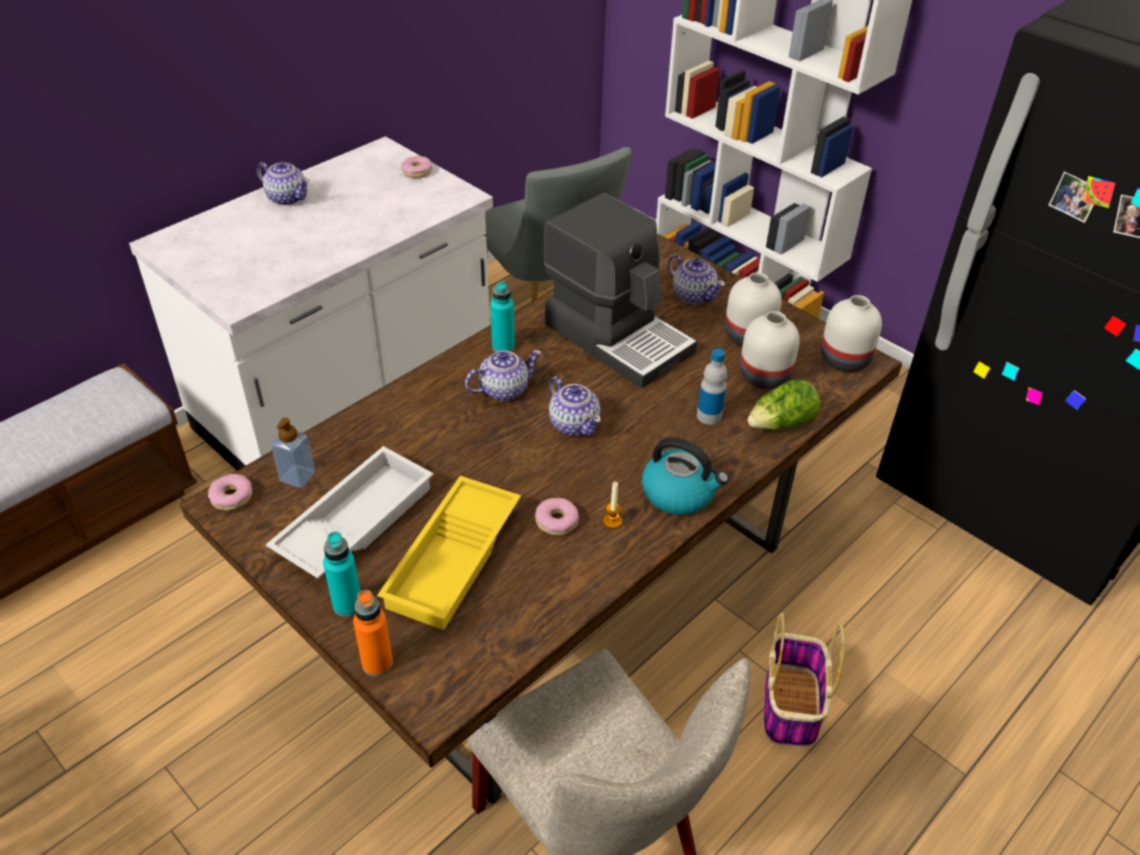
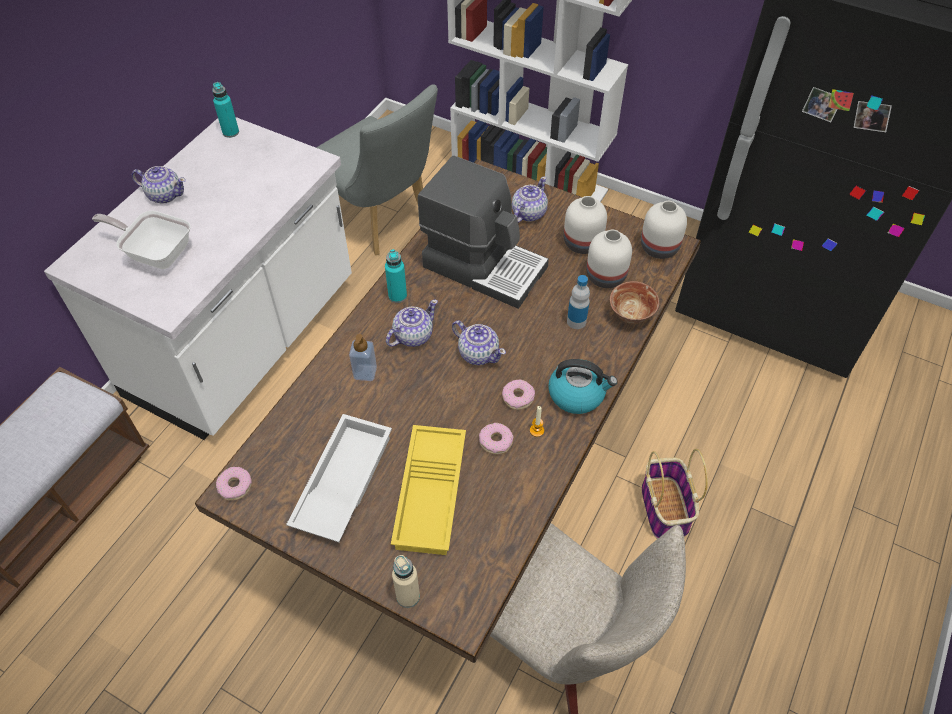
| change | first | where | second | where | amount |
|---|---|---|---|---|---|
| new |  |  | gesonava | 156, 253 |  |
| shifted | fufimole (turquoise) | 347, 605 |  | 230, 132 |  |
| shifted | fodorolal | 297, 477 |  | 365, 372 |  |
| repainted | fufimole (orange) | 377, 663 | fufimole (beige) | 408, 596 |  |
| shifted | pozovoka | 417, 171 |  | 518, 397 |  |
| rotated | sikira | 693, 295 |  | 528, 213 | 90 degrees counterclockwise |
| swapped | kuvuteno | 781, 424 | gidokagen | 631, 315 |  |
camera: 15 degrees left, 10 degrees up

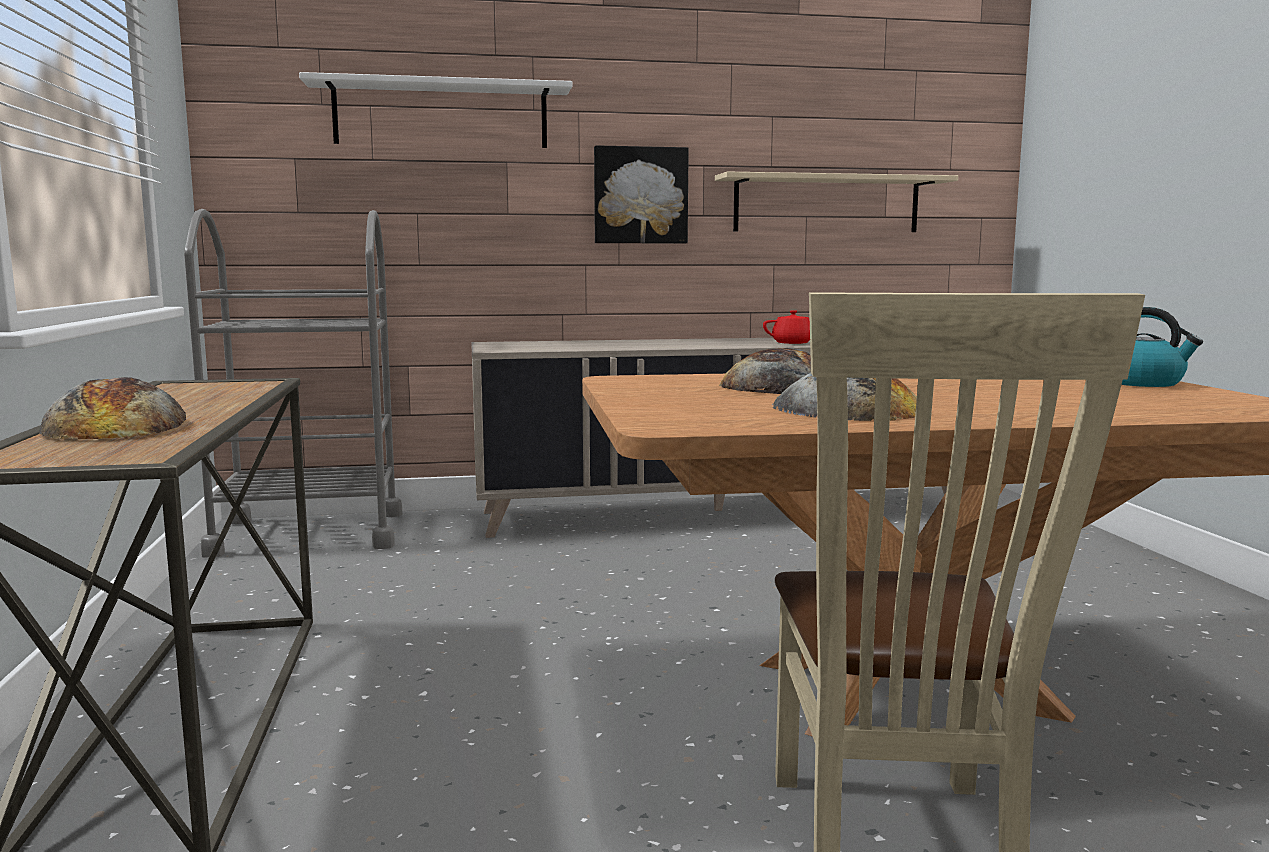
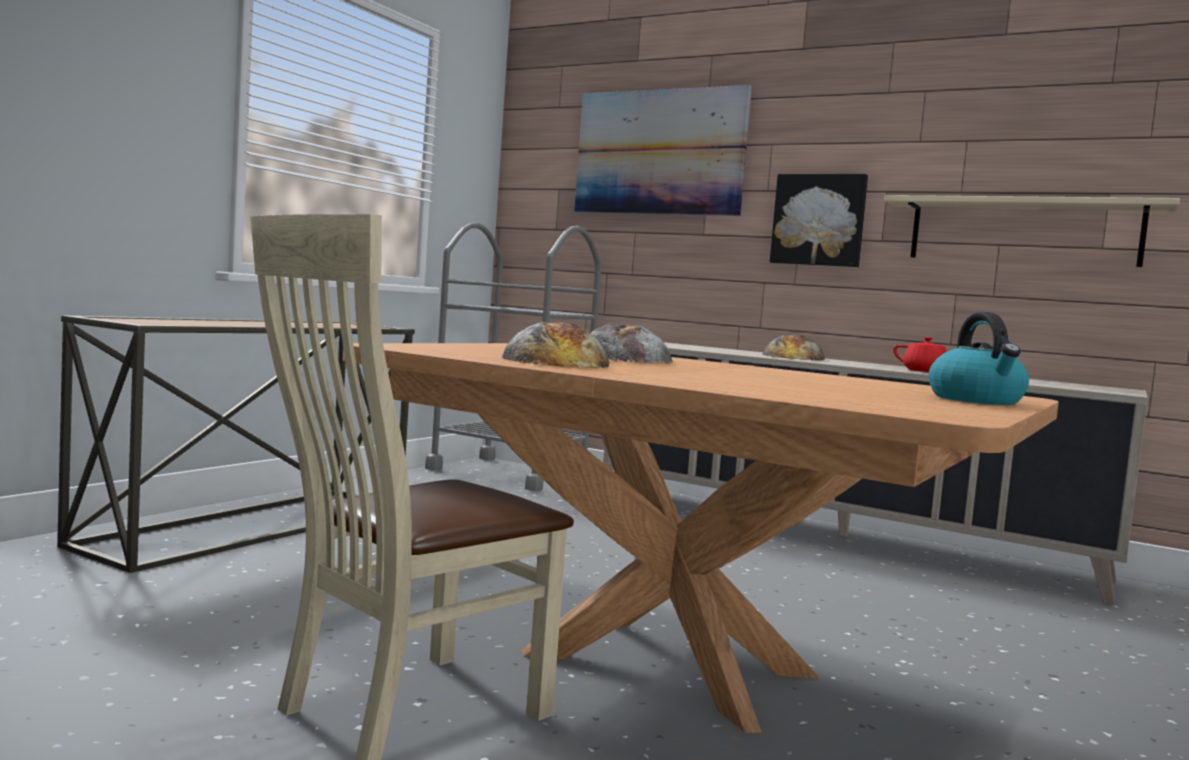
| change | first | where | second | where | amount |
|---|---|---|---|---|---|
| swapped | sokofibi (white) | 441, 115 | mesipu | 660, 153 |  |
| shifted | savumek | 116, 425 |  | 793, 357 |  |
camera: 40 degrees right, 5 degrees down

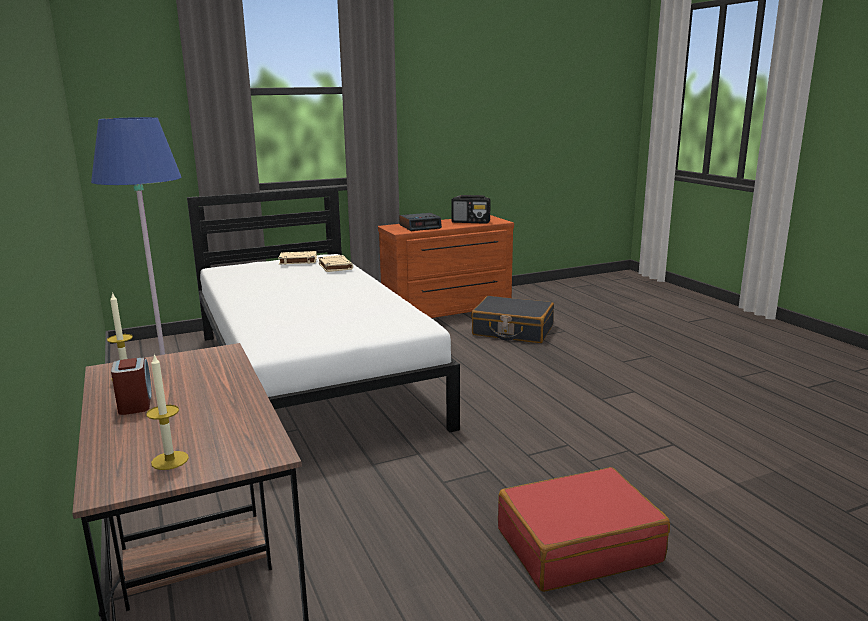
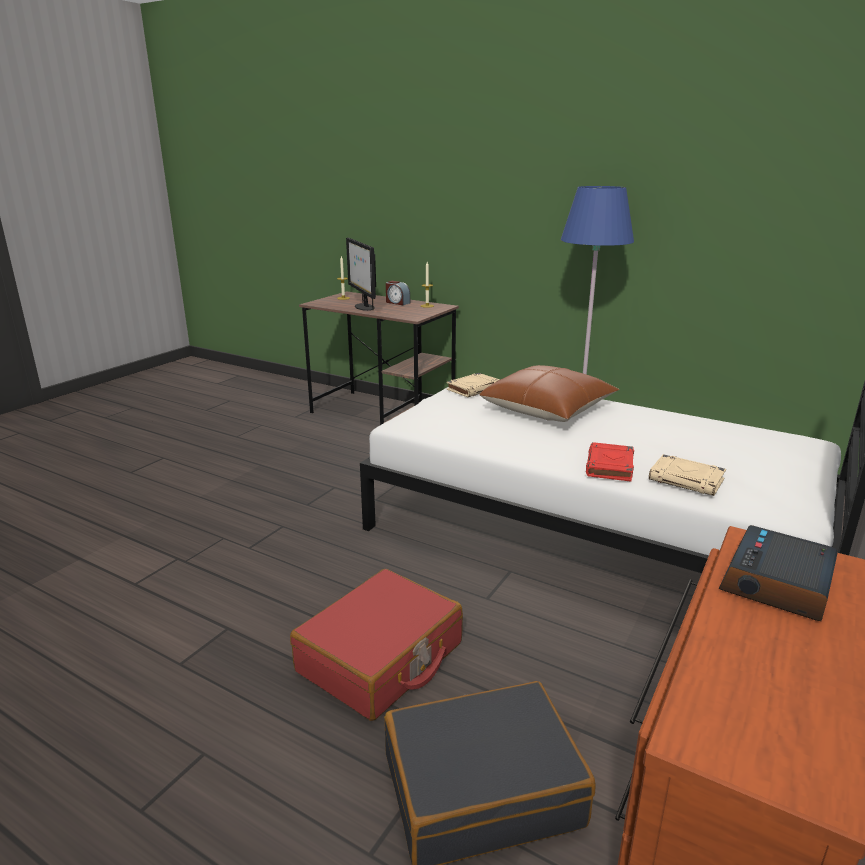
| change | first | where | second | where | amount |
|---|---|---|---|---|---|
| shifted | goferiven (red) | 578, 545 |  | 381, 658 |  |
| new |  |  | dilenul | 364, 307 |  |
| shifted | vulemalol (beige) | 297, 261 |  | 474, 388 |  |
| new |  |  | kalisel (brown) | 548, 409 |  |
| new |  |  | vulemalol (red) | 610, 466 |  |
| gone | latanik | 471, 222 |  |  |  |
camera: 145 degrees right, 5 degrees up

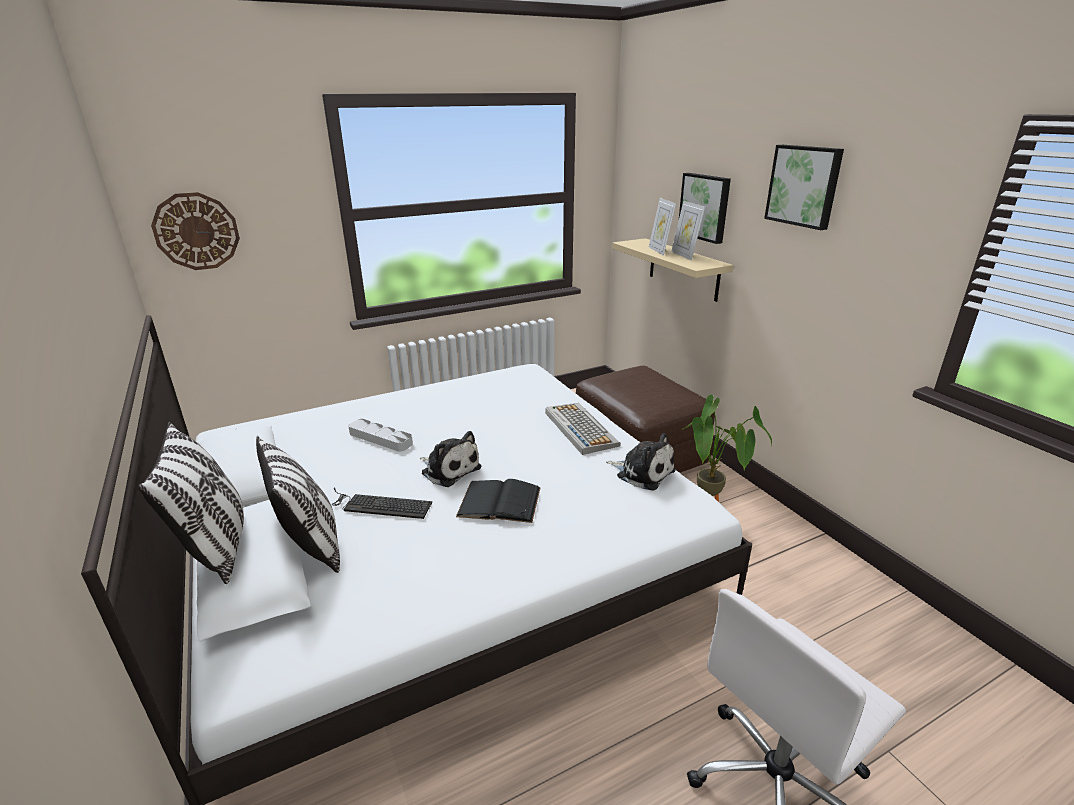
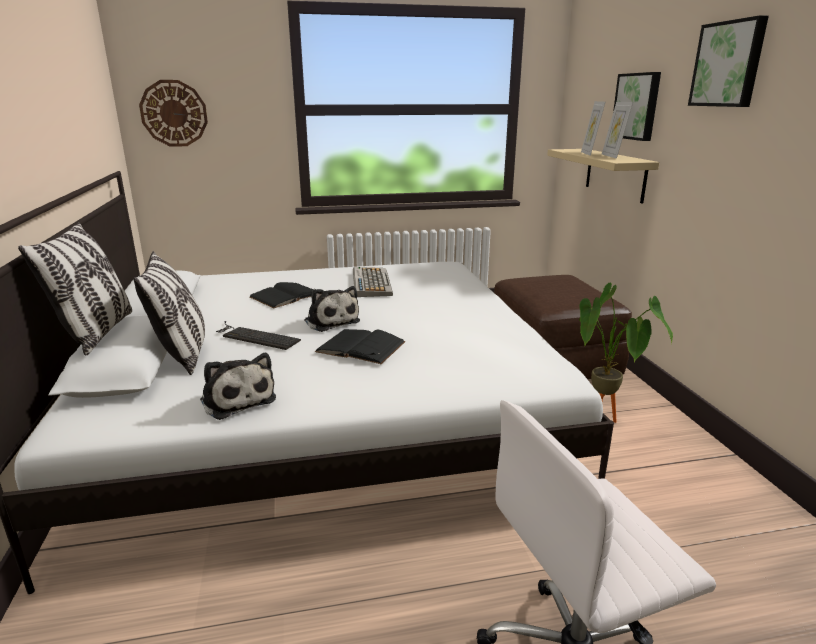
| change | first | where | second | where | amount |
|---|---|---|---|---|---|
| shifted | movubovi | 642, 472 |  | 237, 399 |  |
| swapped | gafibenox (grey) | 380, 438 | vulemalol (black) | 286, 295 |  |
| shifted | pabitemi | 579, 428 |  | 371, 283 |  |
camera: 15 degrees right, 5 degrees down

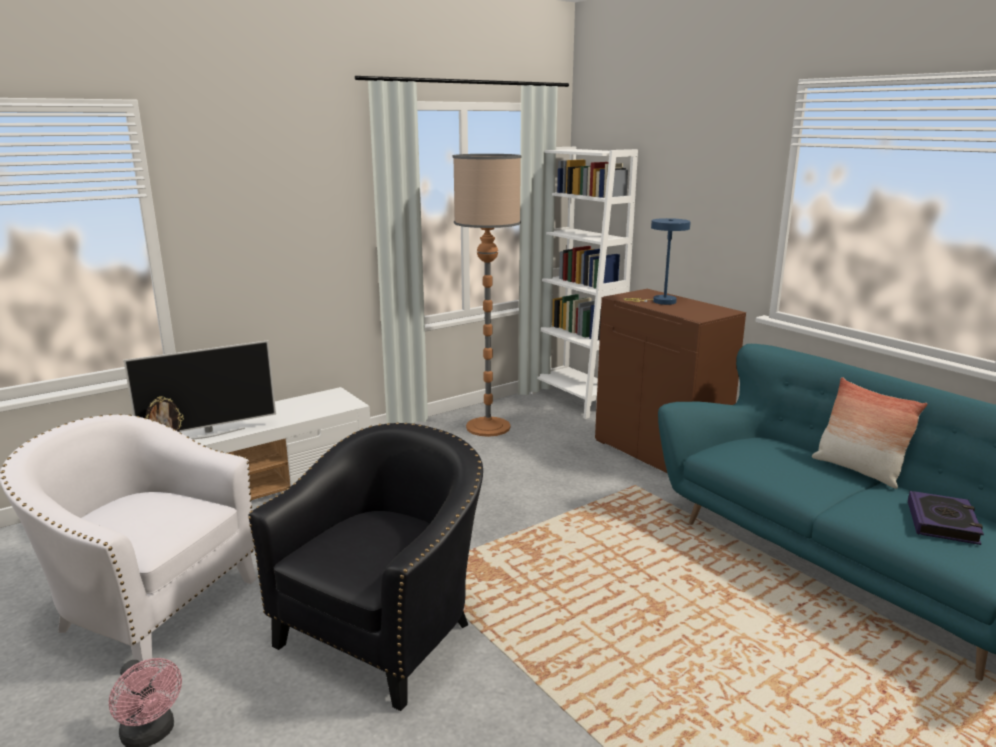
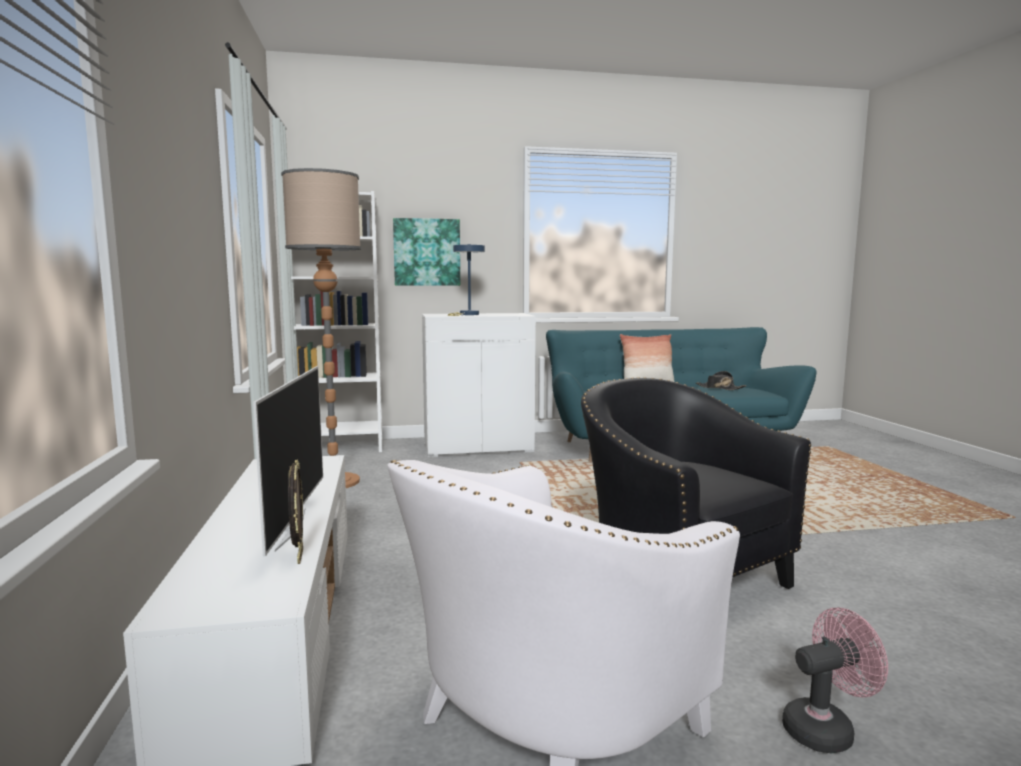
| change | first | where | second | where | amount |
|---|---|---|---|---|---|
| new |  |  | mesipu | 427, 252 |  |
| repainted | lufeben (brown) | 660, 453 | lufeben (white) | 478, 447 |  |
| swapped | vulemalol | 942, 523 | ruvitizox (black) | 719, 388 |  |
camera: 65 degrees left, 10 degrees down

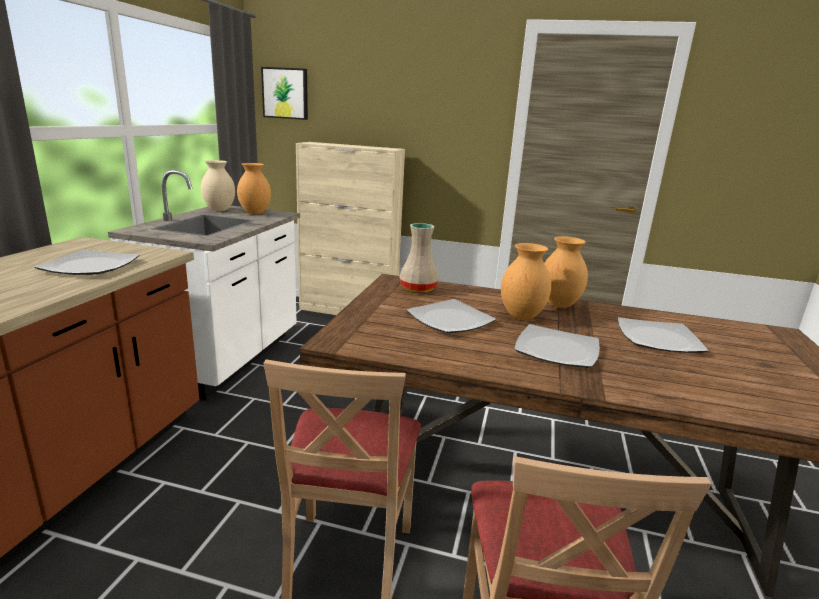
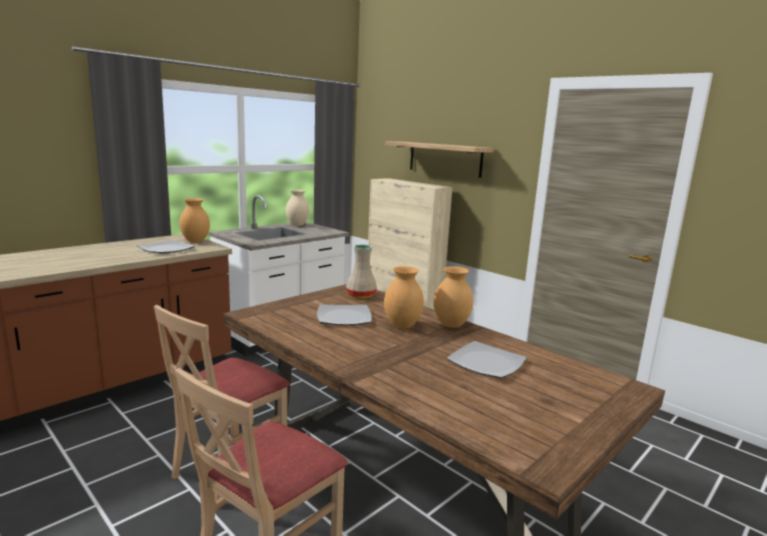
| change | first | where | second | where | amount |
|---|---|---|---|---|---|
| shifted | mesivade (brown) | 255, 213 |  | 195, 241 |  |
| new |  |  | sokofibi | 445, 159 |  |
| gone | mesipu | 285, 93 |  |  |  |
| gone | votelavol | 556, 349 |  |  |  |
camera: 30 degrees right, 5 degrees down

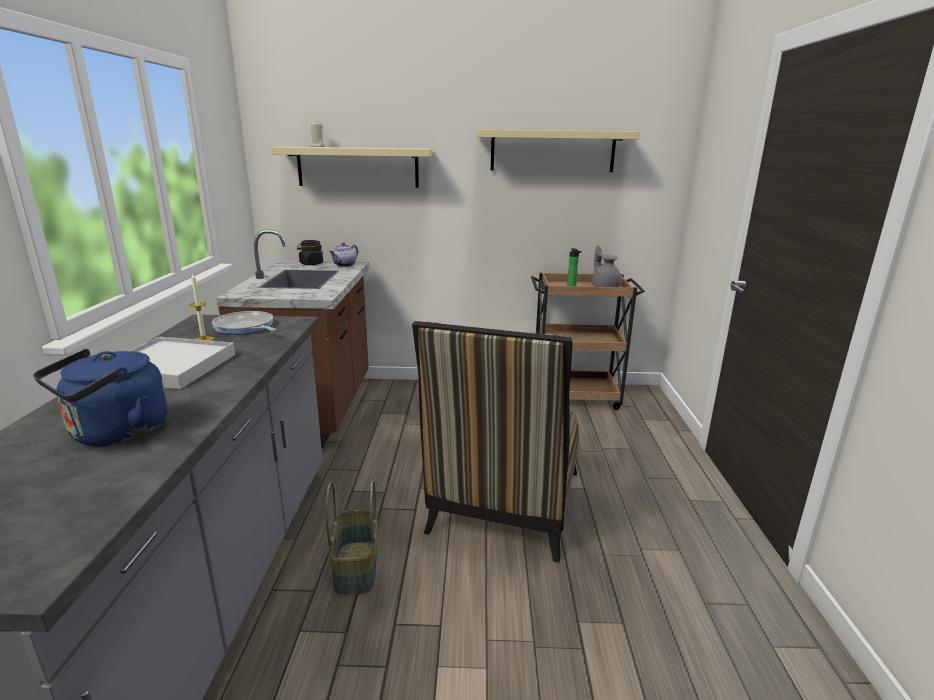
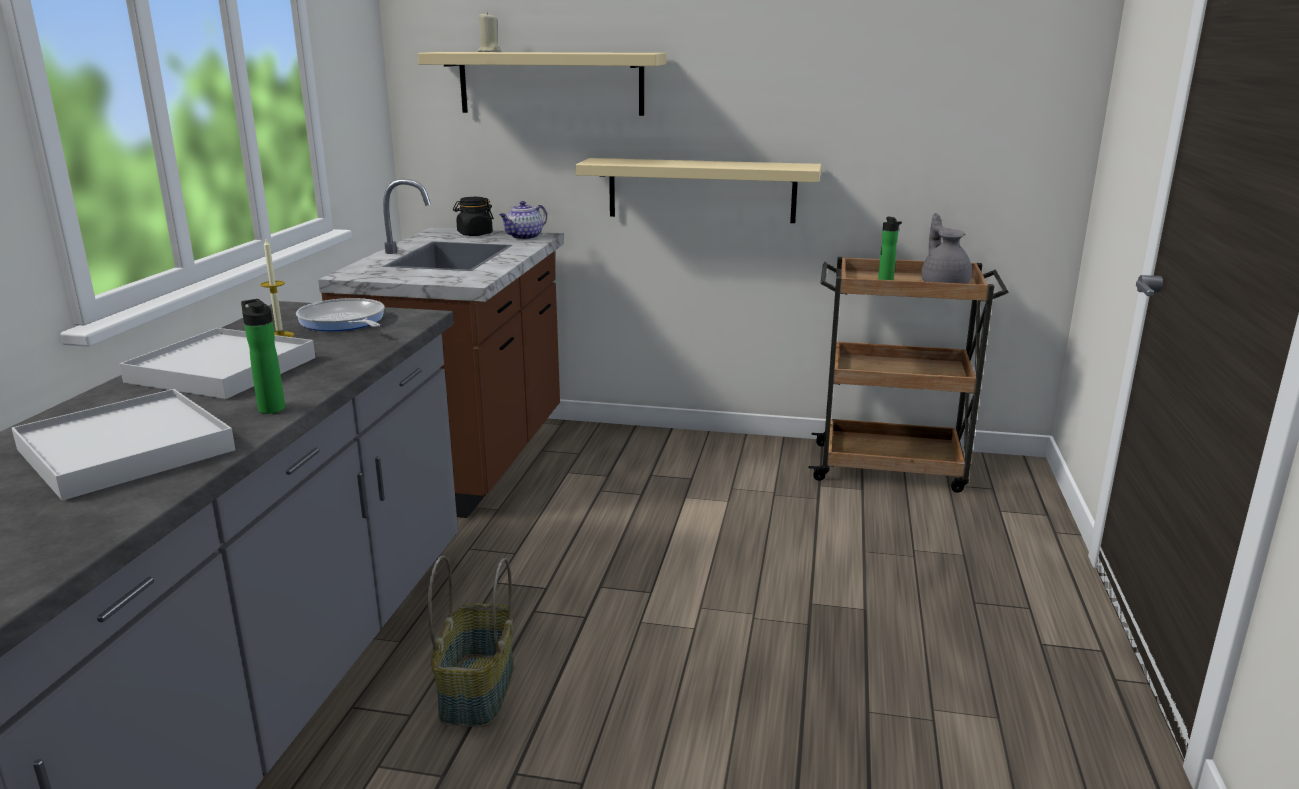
| change | first | where | second | where | amount |
|---|---|---|---|---|---|
| swapped | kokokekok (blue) | 115, 434 | gafibenox (white) | 125, 450 |  |
| new |  |  | fufimole | 270, 408 |  |
| shifted | sokofibi (beige) | 552, 151 |  | 701, 190 |  |
| gone | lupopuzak | 503, 508 |  |  |  |
camera: 10 degrees right, 0 degrees up

